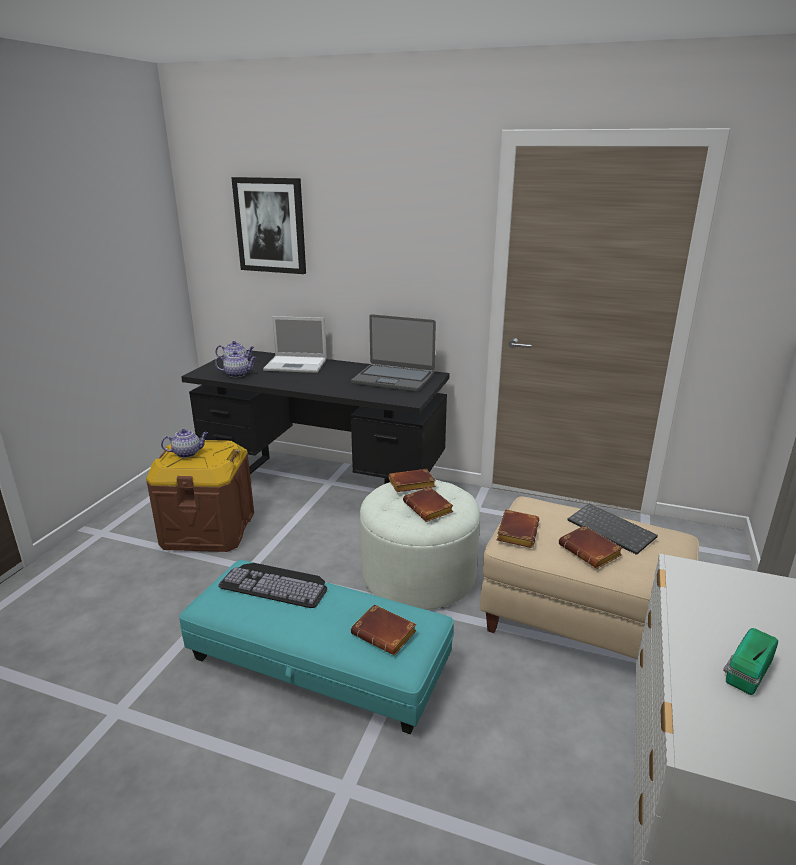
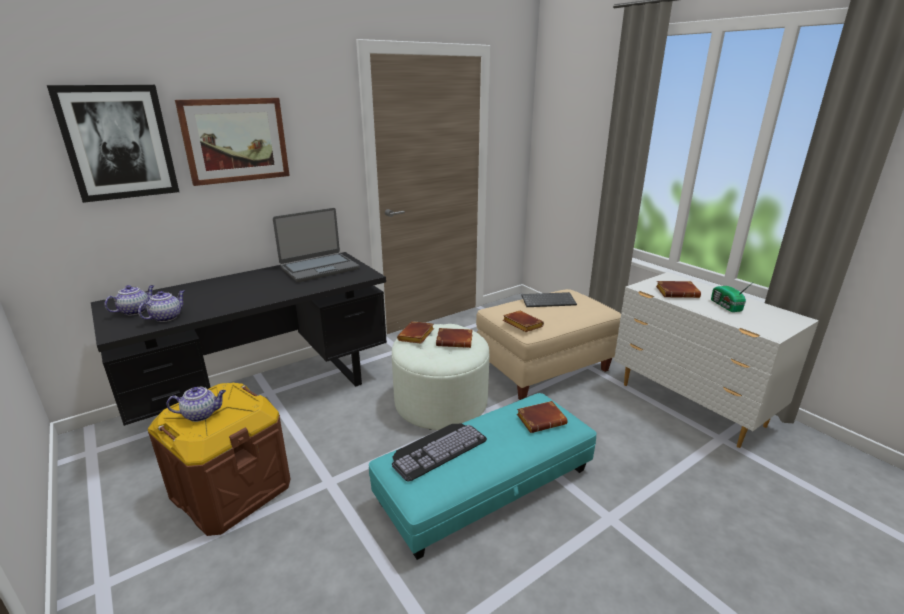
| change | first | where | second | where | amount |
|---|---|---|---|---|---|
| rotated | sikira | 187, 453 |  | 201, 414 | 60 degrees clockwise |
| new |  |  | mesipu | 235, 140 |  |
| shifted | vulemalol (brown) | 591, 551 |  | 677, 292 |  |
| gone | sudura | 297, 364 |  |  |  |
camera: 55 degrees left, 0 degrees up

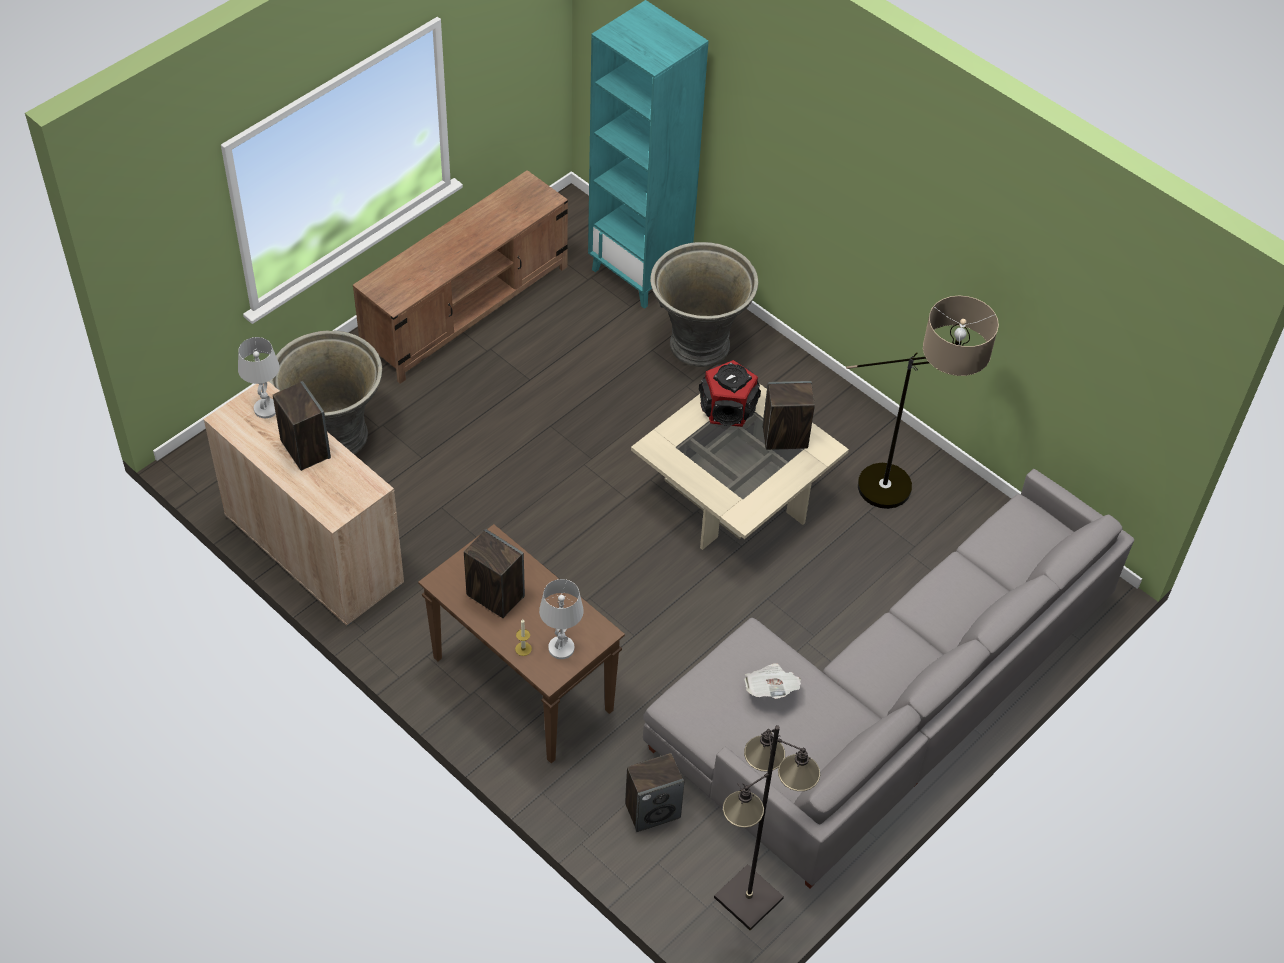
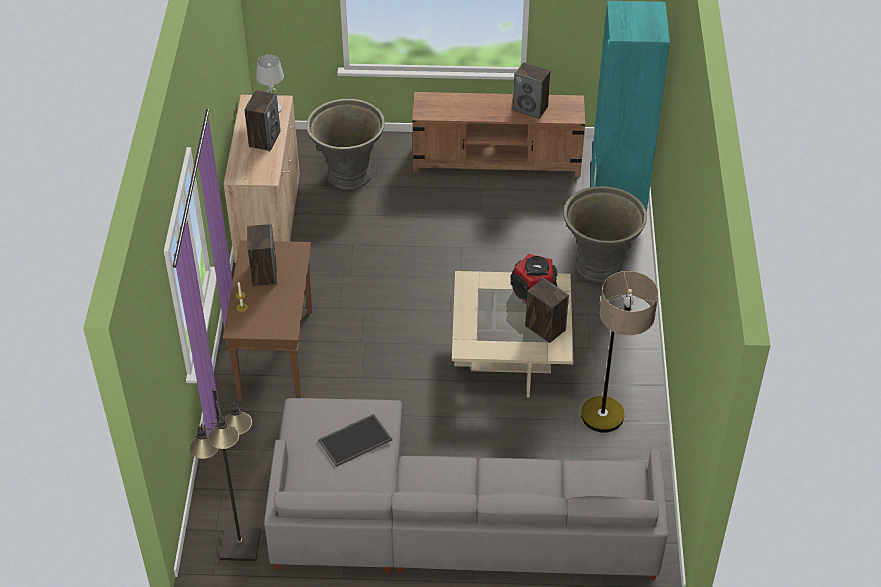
| change | first | where | second | where | amount |
|---|---|---|---|---|---|
| swapped | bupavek | 771, 689 | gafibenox | 355, 439 |  |
| shifted | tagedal | 653, 810 |  | 530, 108 |  |
| gone | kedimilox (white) | 561, 648 |  |  |  |
camera: 50 degrees right, 5 degrees down

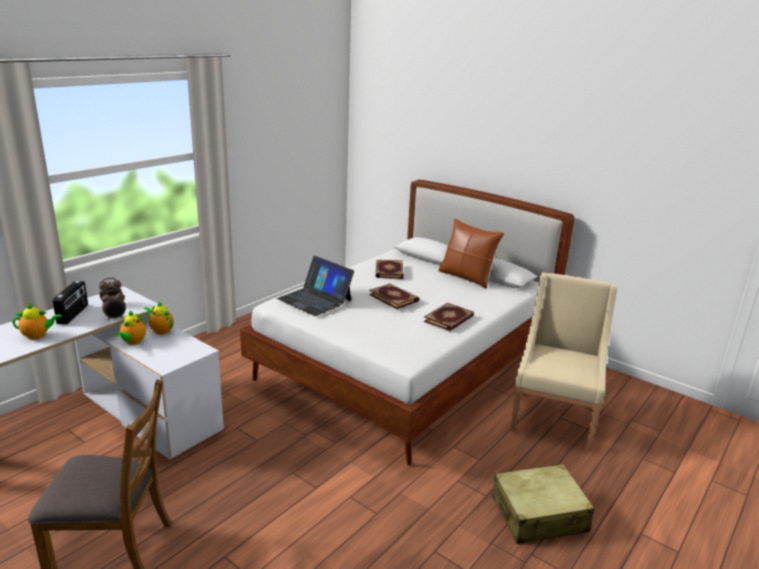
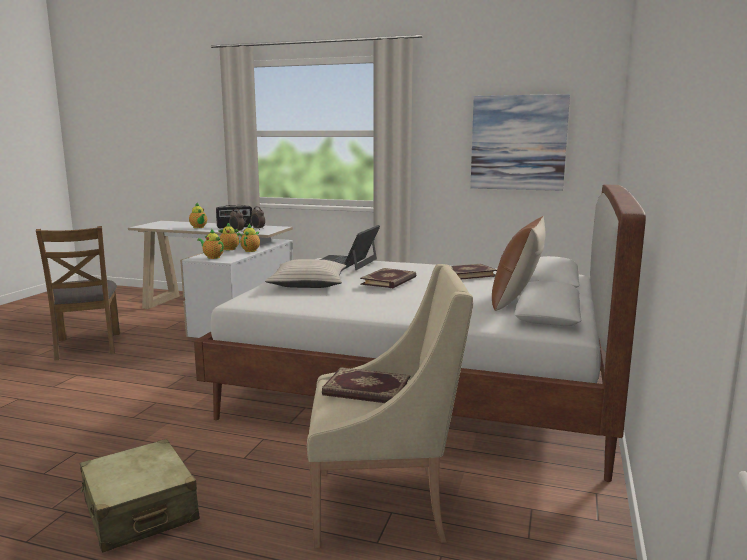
| change | first | where | second | where | amount |
|---|---|---|---|---|---|
| new |  |  | sikira | 212, 257 |  |
| new |  |  | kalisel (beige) | 308, 284 |  |
| shifted | vulemalol | 449, 319 |  | 366, 390 |  |
| new |  |  | mesipu | 518, 143 |  |
camera: 70 degrees right, 10 degrees down

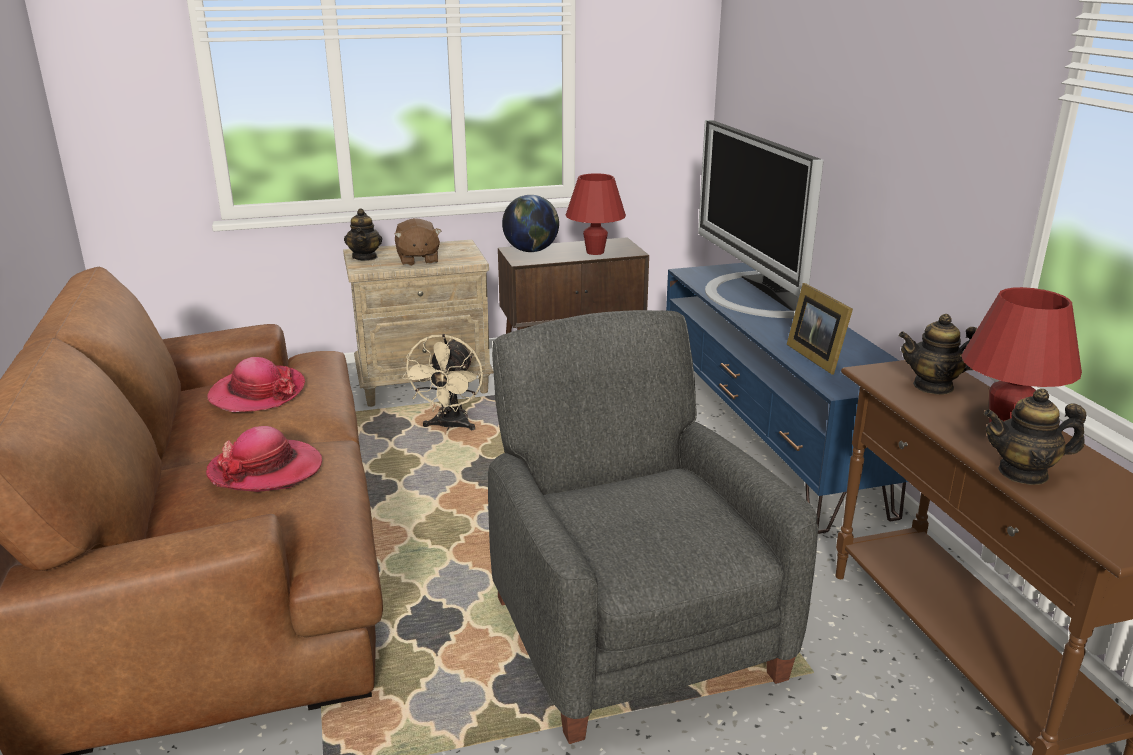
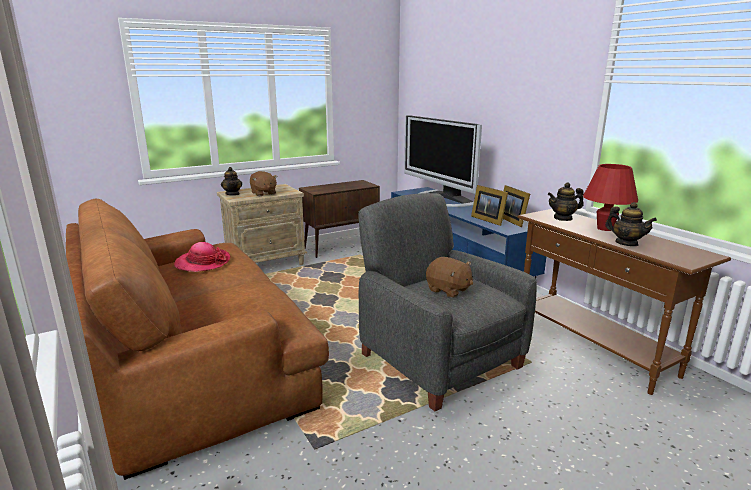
| change | first | where | second | where | amount |
|---|---|---|---|---|---|
| new |  |  | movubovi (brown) | 448, 290 |  |
| new |  |  | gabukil | 512, 220 |  |
| rotated | sikira | 1023, 473 |  | 626, 243 | 120 degrees counterclockwise |
| gone | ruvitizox | 266, 470 |  |  |  |
| gone | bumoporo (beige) | 450, 426 |  |  |  |
| gone | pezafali | 531, 251 |  |  |  |
| gone | kedimilox (red) | 595, 252 |  |  |  |
camera: 15 degrees left, 5 degrees down

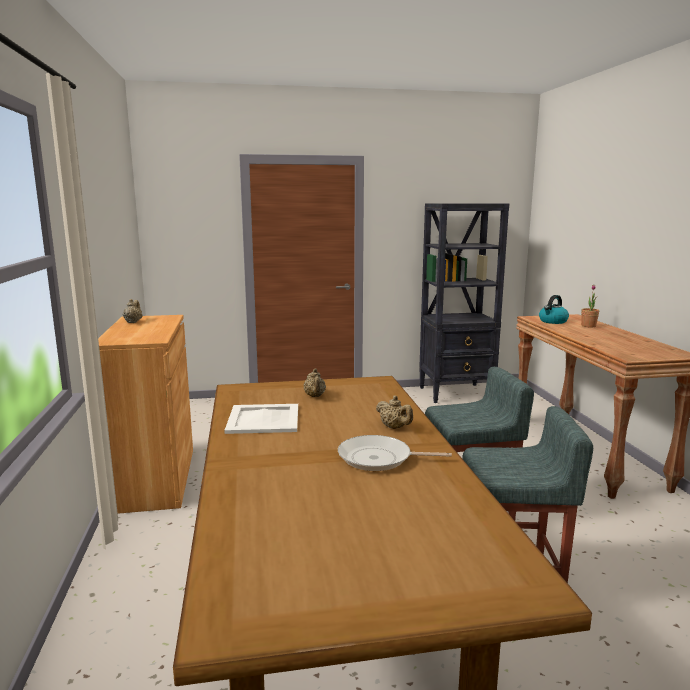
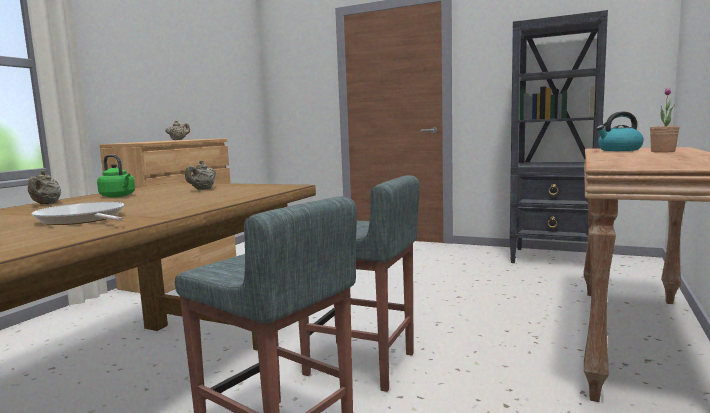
| change | first | where | second | where | amount |
|---|---|---|---|---|---|
| shifted | sikira (beige) | 394, 427 |  | 46, 204 |  |
| swapped | gafibenox (white) | 264, 419 | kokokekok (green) | 119, 196 |  |
camera: 35 degrees right, 5 degrees down

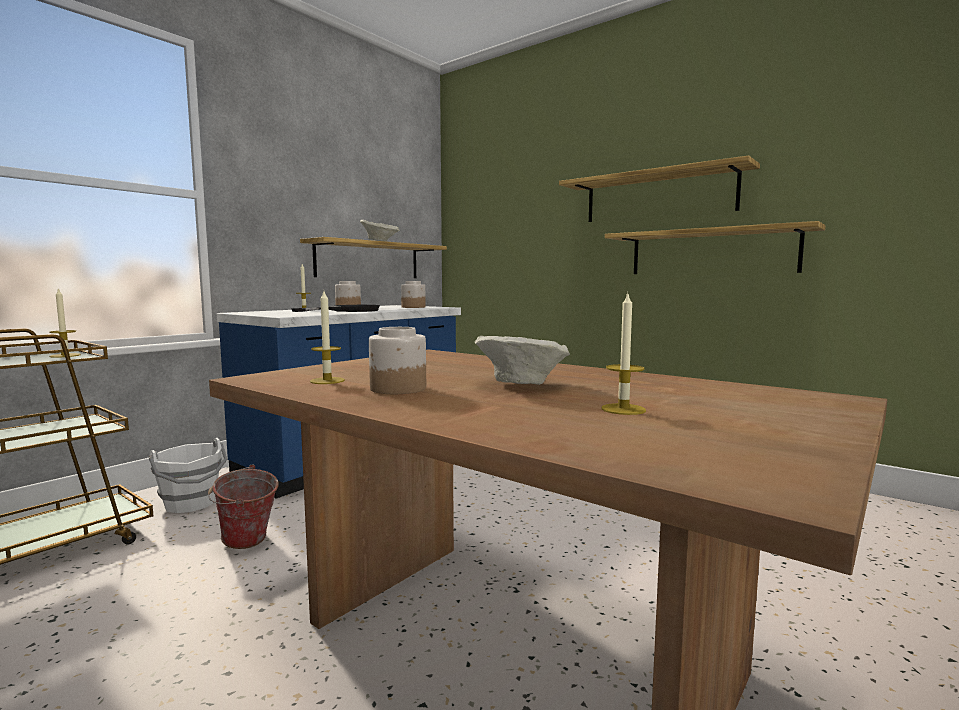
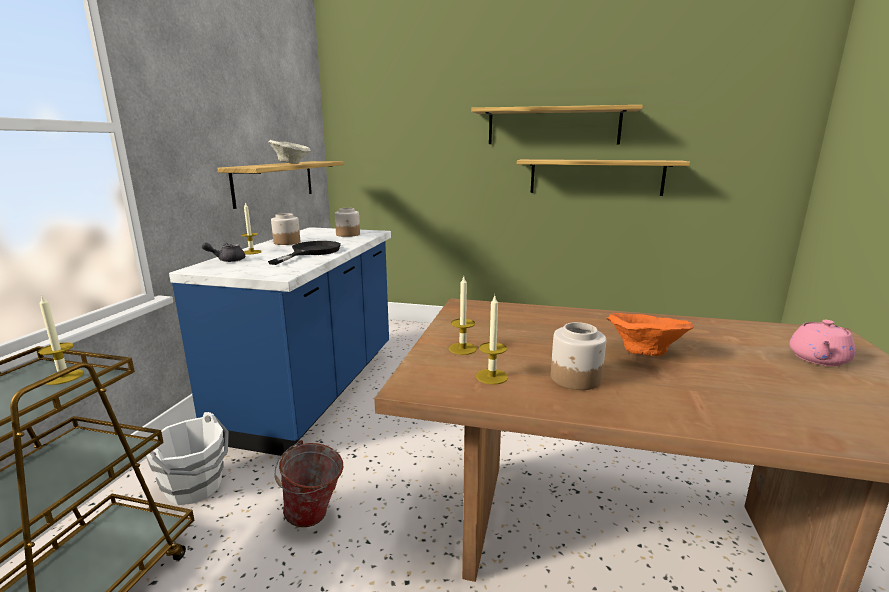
| change | first | where | second | where | amount |
|---|---|---|---|---|---|
| new |  |  | sikira (grey) | 227, 260 |  |
| shifted | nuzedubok | 623, 409 |  | 462, 348 |  |
| repainted | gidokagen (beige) | 521, 385 | gidokagen (orange) | 643, 352 |  |
| new |  |  | sikira (pink) | 818, 359 |  |
camera: 25 degrees left, 10 degrees up

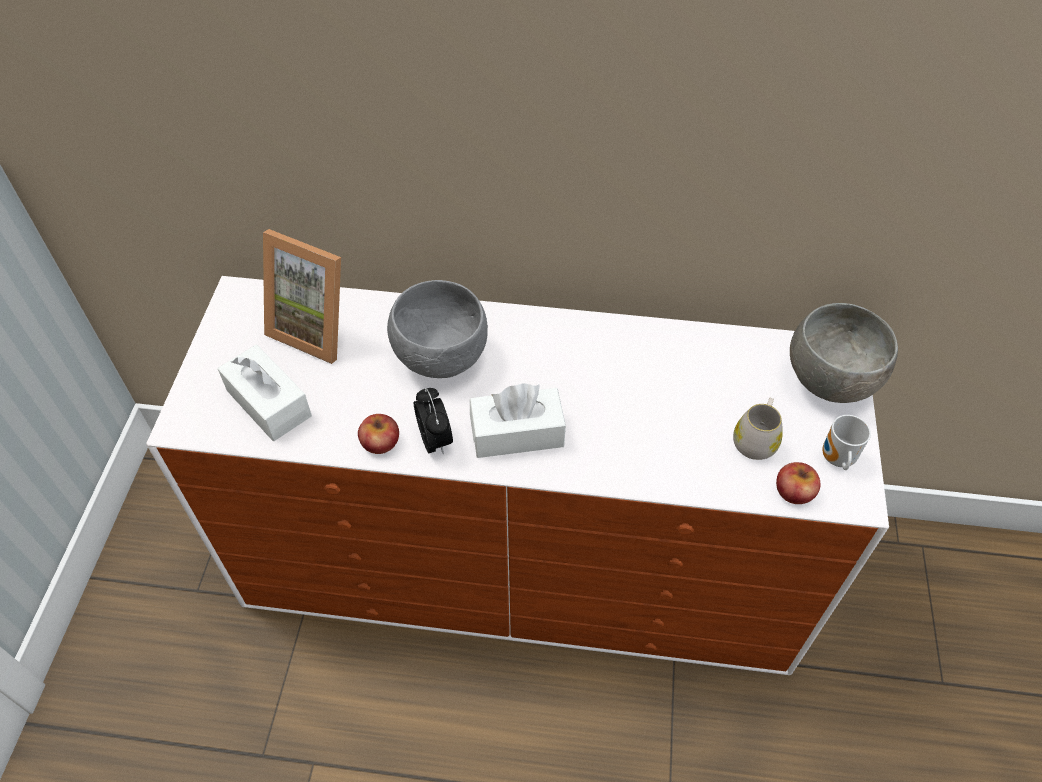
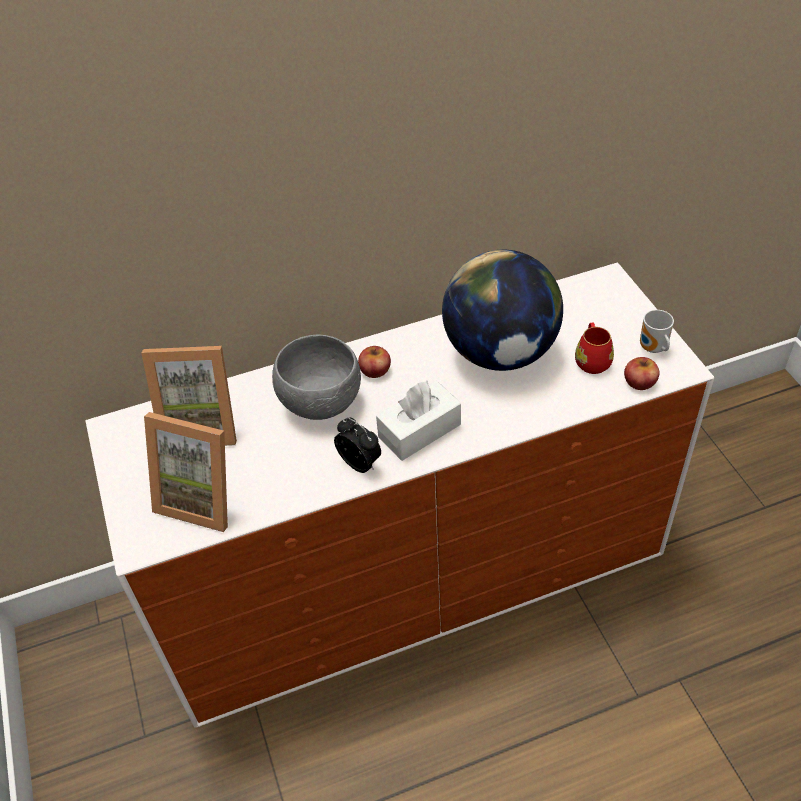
| change | first | where | second | where | amount |
|---|---|---|---|---|---|
| swapped | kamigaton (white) | 269, 403 | gabukil | 203, 497 |  |
| shifted | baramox | 380, 442 |  | 375, 370 |  |
| new |  |  | pezafali | 500, 353 |  |
| repainted | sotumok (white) | 756, 440 | sotumok (red) | 592, 360 |  |
| gone | gidokagen (grey) | 830, 382 |  |  |  |
camera: 25 degrees left, 5 degrees down

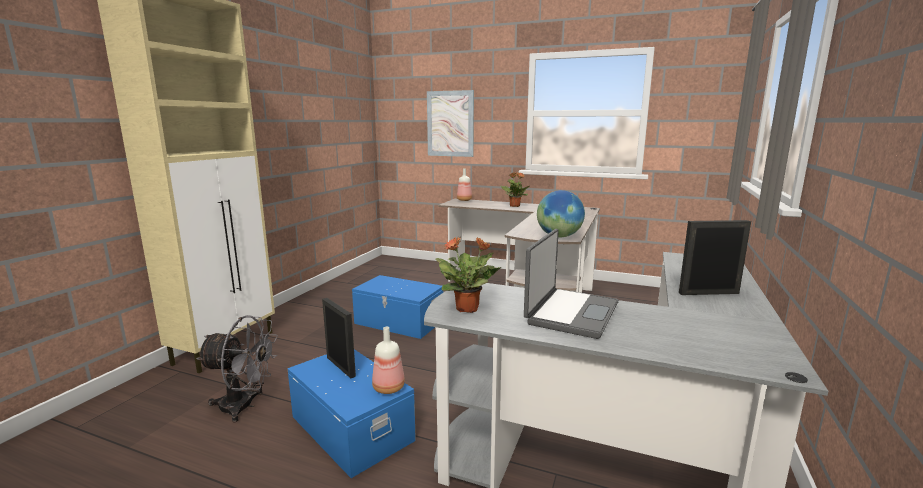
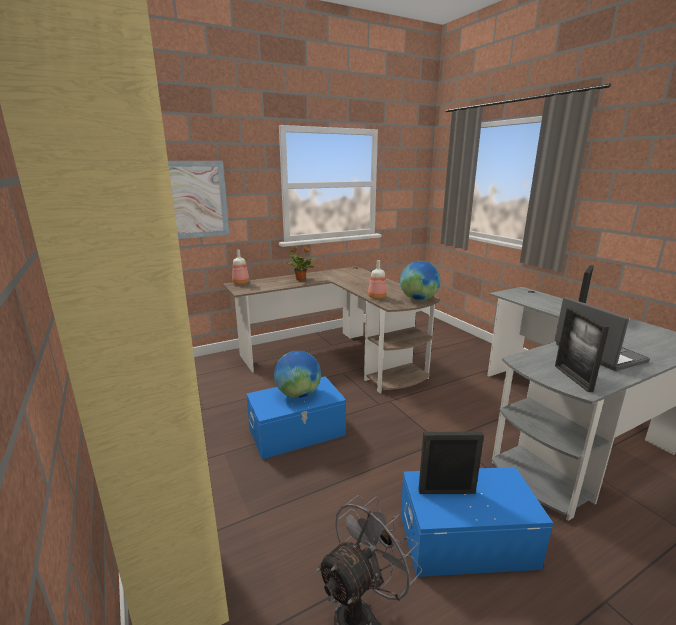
| change | first | where | second | where | amount |
|---|---|---|---|---|---|
| new |  |  | pezafali | 298, 394 |  |
| shifted | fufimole | 387, 388 |  | 376, 297 |  |
| swapped | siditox | 468, 309 | gabukil | 572, 378 |  |
camera: 50 degrees left, 5 degrees up

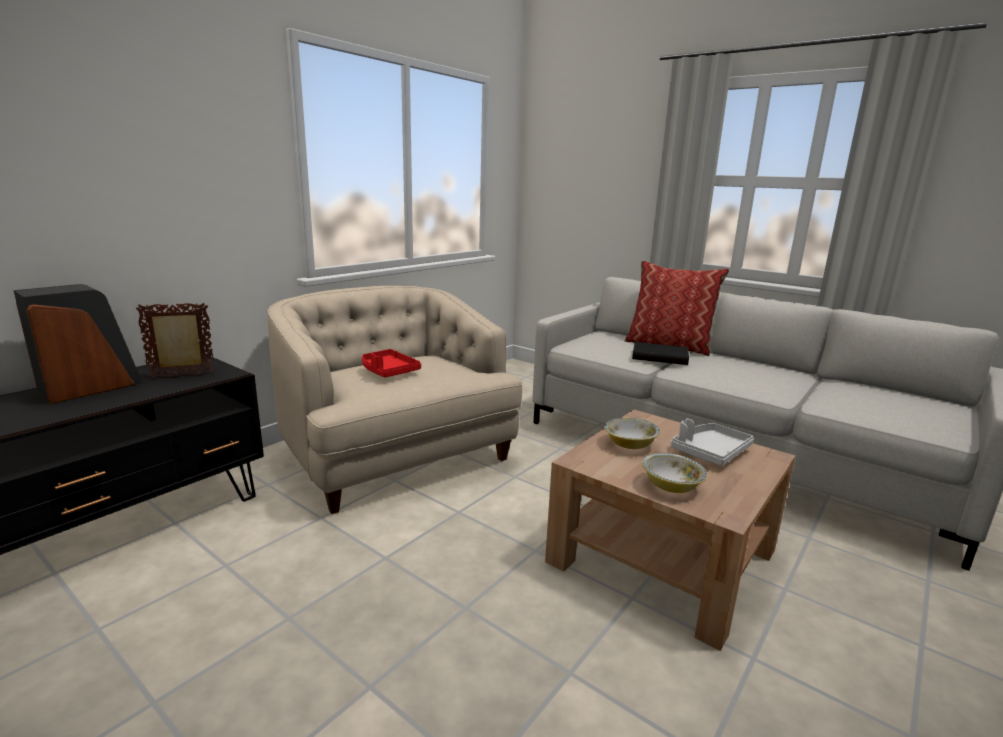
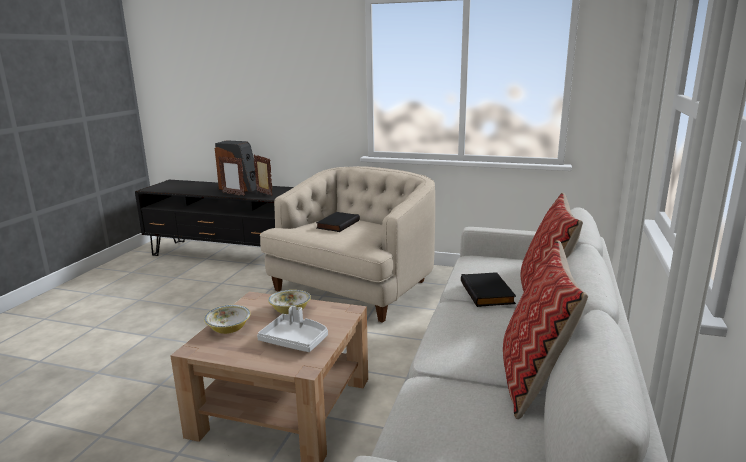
| change | first | where | second | where | amount |
|---|---|---|---|---|---|
| new |  |  | gabukil | 233, 194 |  |
| swapped | gafibenox (red) | 388, 371 | vulemalol (black) | 337, 224 |  |
| new |  |  | kalisel | 533, 379 |  |
camera: 70 degrees right, 0 degrees up

